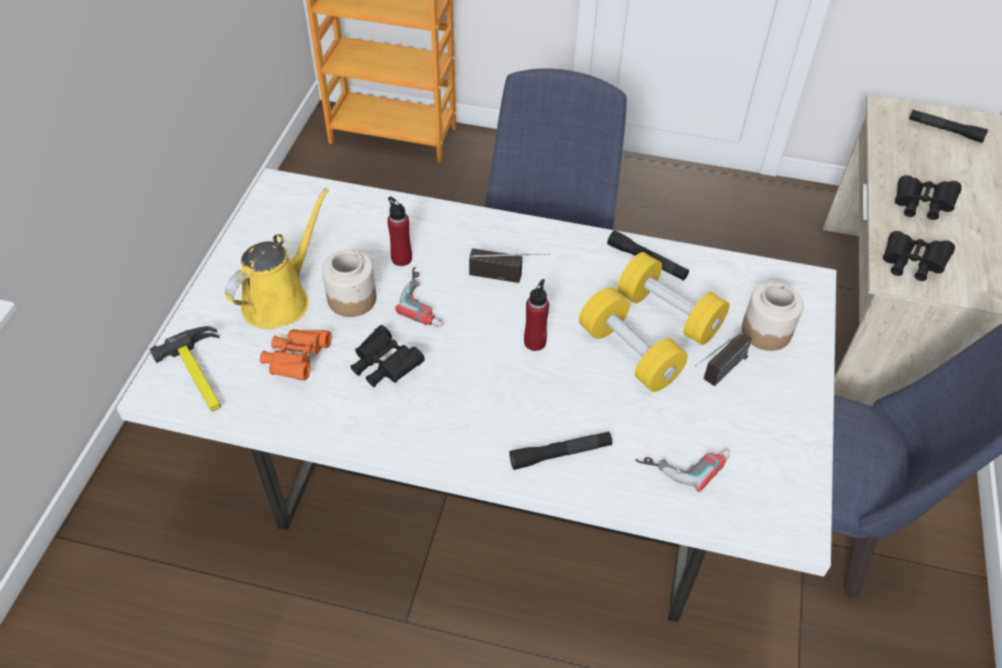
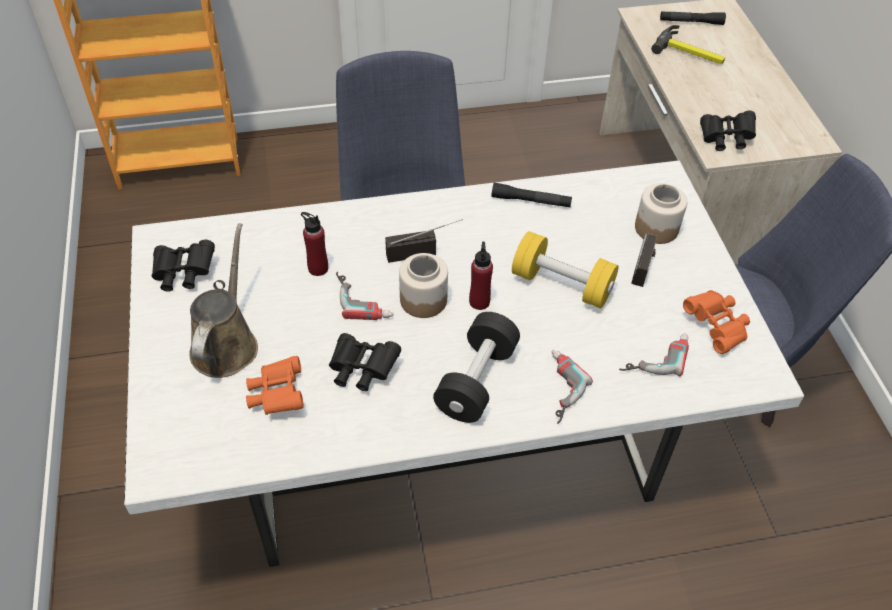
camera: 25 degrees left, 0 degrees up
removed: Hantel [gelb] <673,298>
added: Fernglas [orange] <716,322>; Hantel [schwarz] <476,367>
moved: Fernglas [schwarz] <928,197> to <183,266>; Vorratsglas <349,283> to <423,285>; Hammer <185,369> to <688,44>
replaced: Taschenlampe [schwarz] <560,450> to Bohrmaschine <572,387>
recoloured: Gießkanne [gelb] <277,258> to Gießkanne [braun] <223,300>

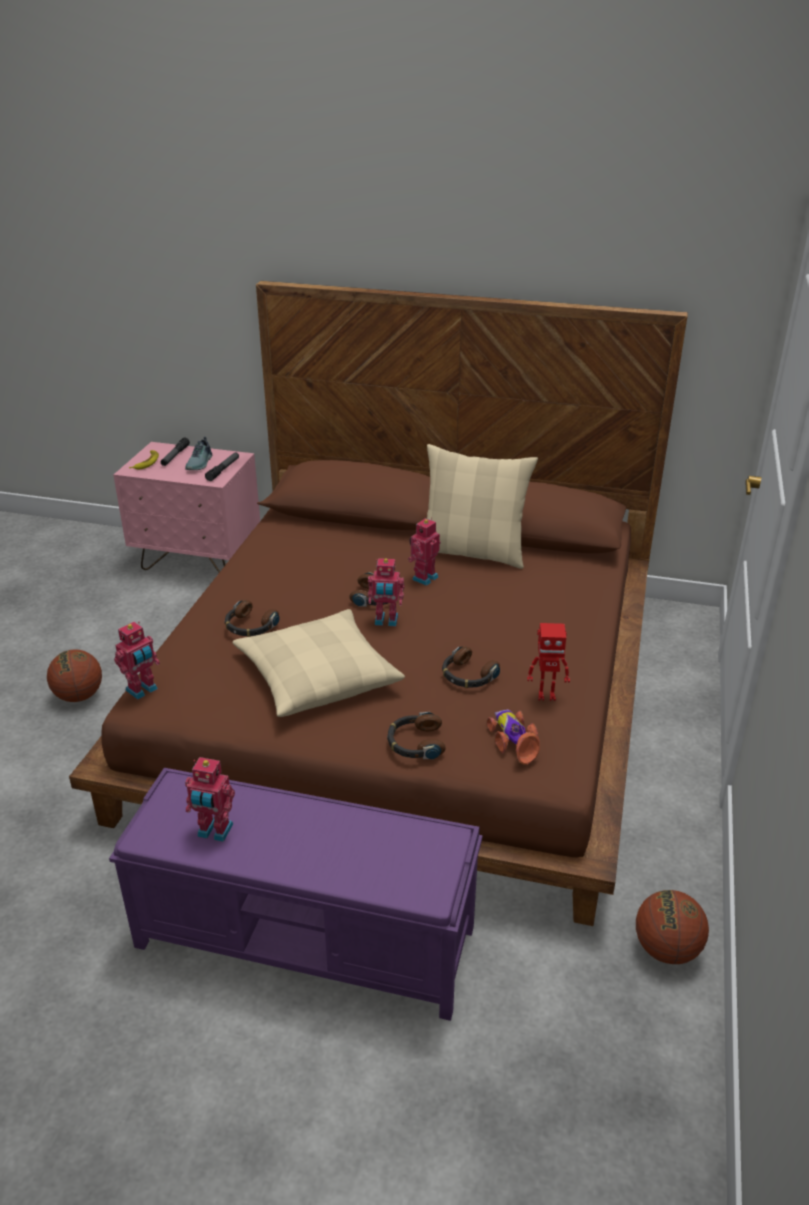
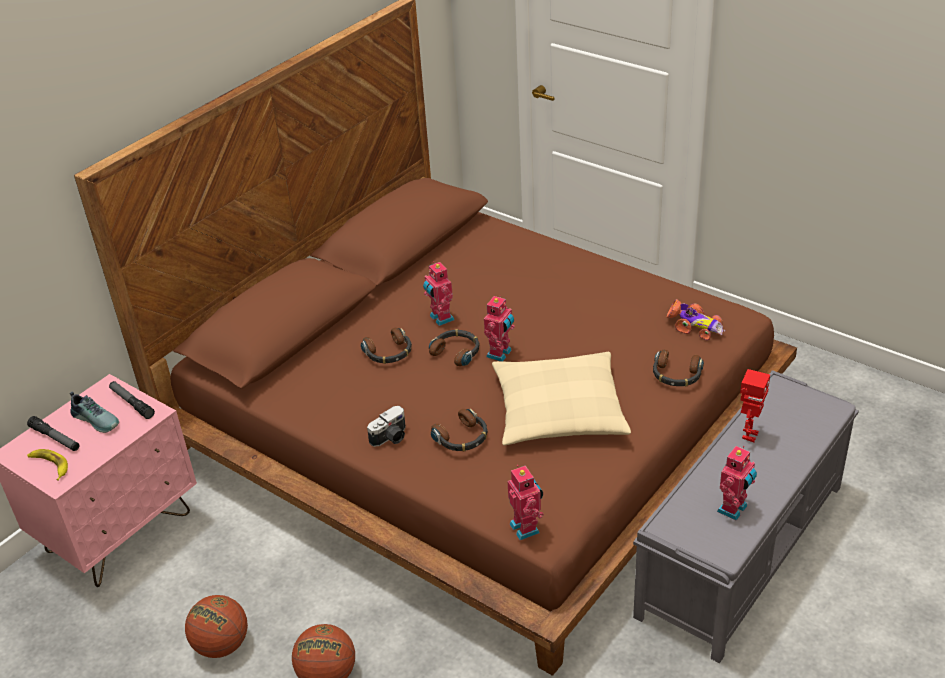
camera: 65 degrees left, 5 degrees up
removed: Kissen [beige] <482,506>
added: Kamera <386,426>
moved: Spielzeugroboter <548,662> to <755,405>; Kopfhörer <471,667> to <386,346>; Basketball <672,927> to <216,626>
recoloured: Bank [lila] <295,894> to Bank [grau] <746,516>
turned: Spielzeugauto <513,737> = <695,319> 150 degrees counterclockwise

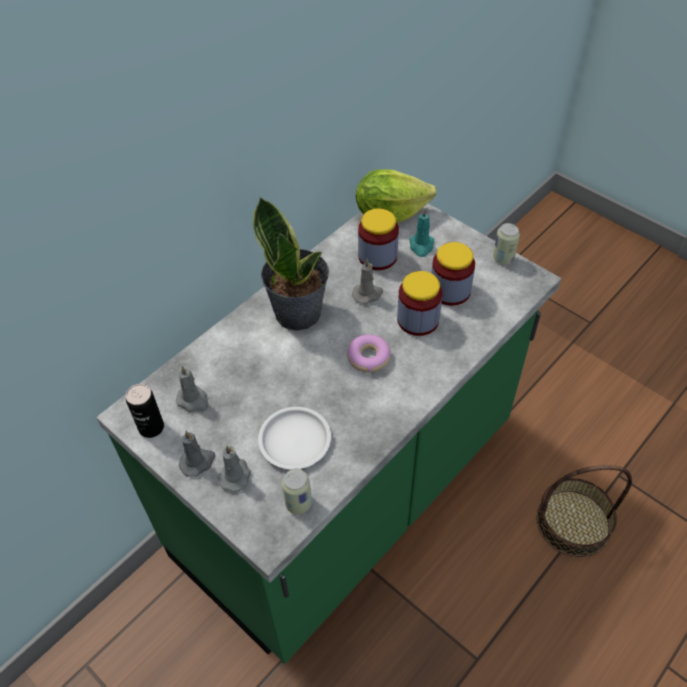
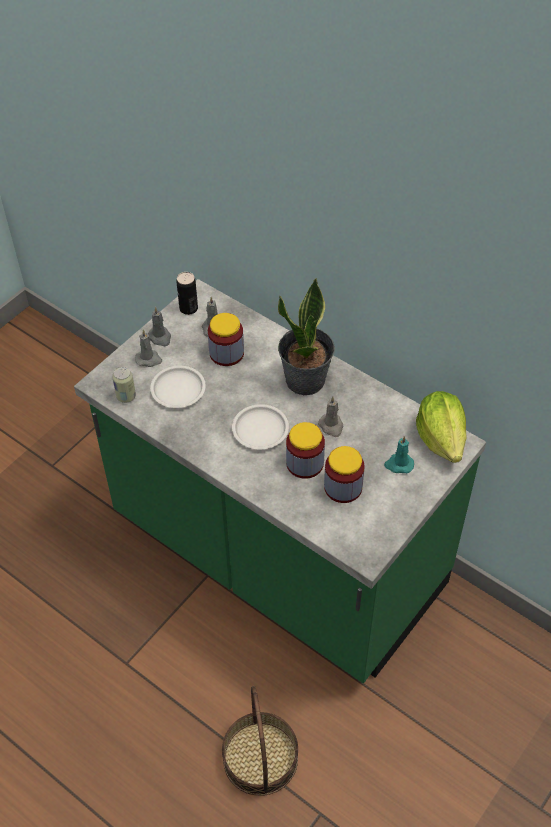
camera: 85 degrees right, 0 degrees up
removed: Dose <506,244>
moved: Vorratsglas <378,239> to <226,339>
replaced: Donut <369,353> to Teller [weiß] <260,426>

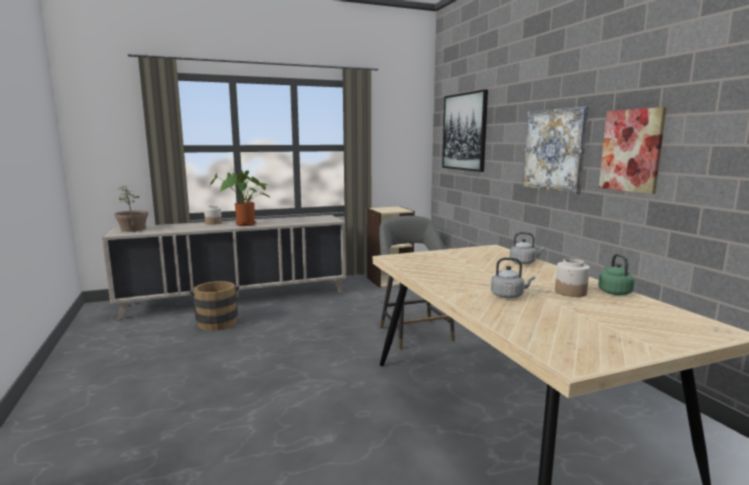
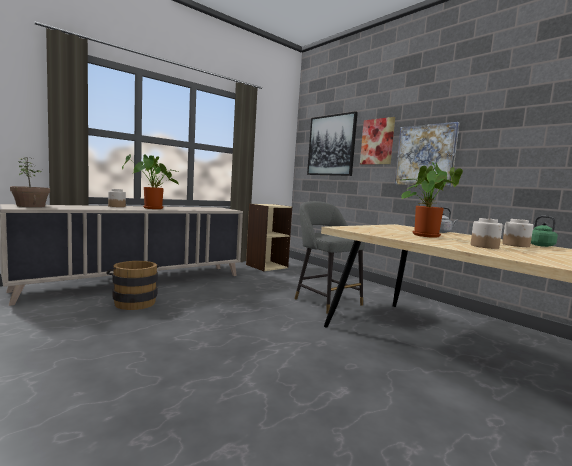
camera: 20 degrees left, 5 degrees down
added: Topfpflanze <431,200>
moved: Bild <633,150> to <377,140>
replaced: Wasserkessel [grau] <513,277> to Vorratsglas <487,233>

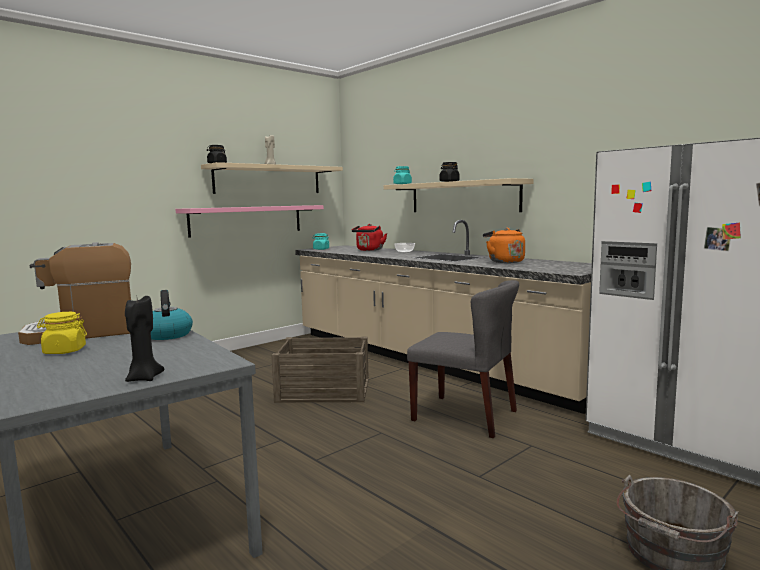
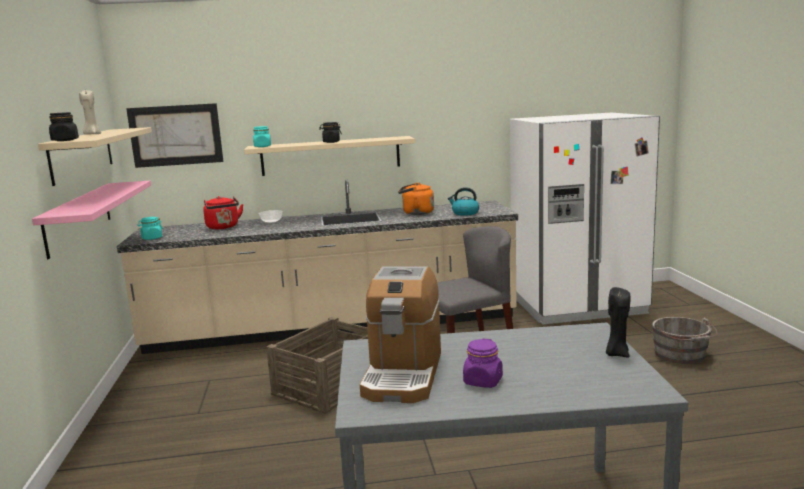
camera: 55 degrees left, 5 degrees up
added: Bild <175,135>
moved: Wasserkessel <172,315> to <463,201>
recoloured: Vorratsglas [gelb] <62,333> to Vorratsglas [lila] <483,363>

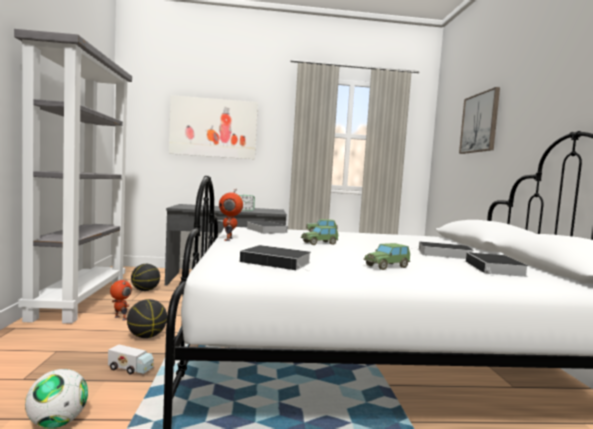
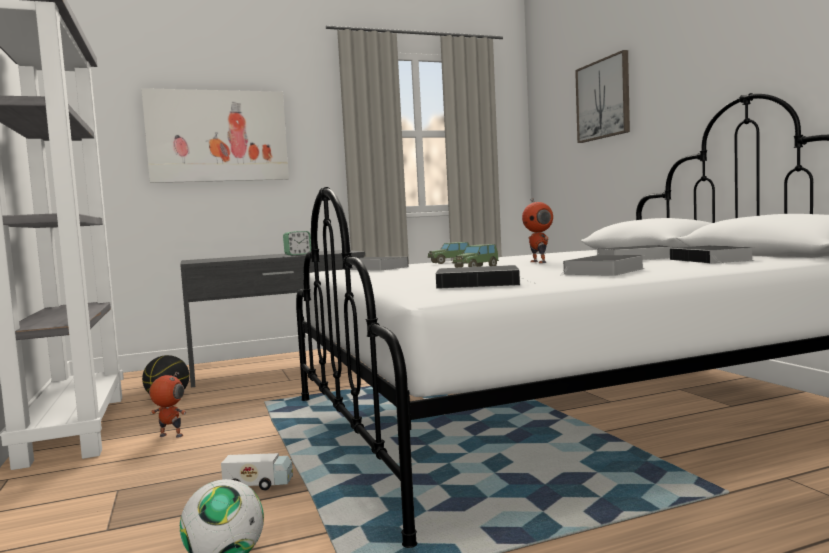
camera: 15 degrees left, 0 degrees up
removed: Basketball <147,318>
moved: Spielzeugroboter <231,215> to <537,231>
replaced: Spielzeugauto <386,256> to Buch <602,265>

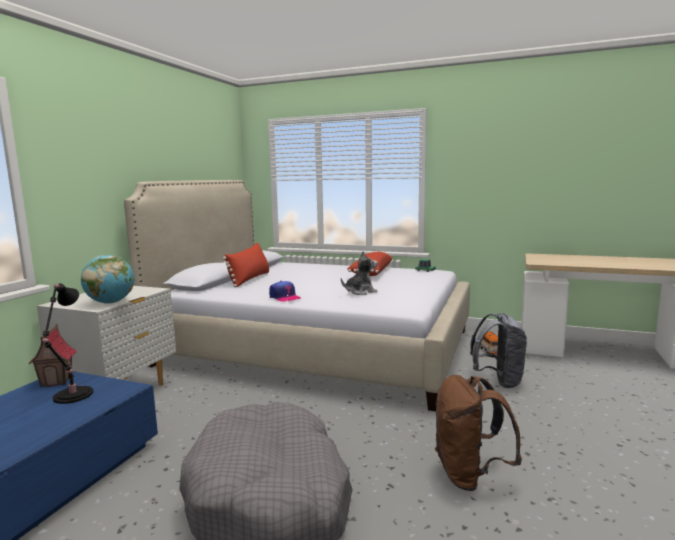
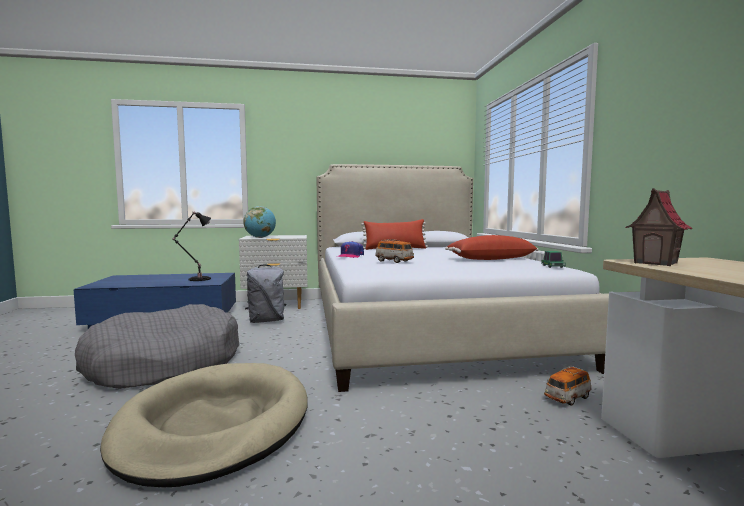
camera: 60 degrees right, 5 degrees down
moved: Rucksack [grau] <498,350> to <265,293>; Spielzeughaus <52,355> to <659,227>
replaced: Plüschtier <359,273> to Spielzeugauto <394,251>; Rucksack [braun] <478,433> to Hundebett [beige] <204,425>

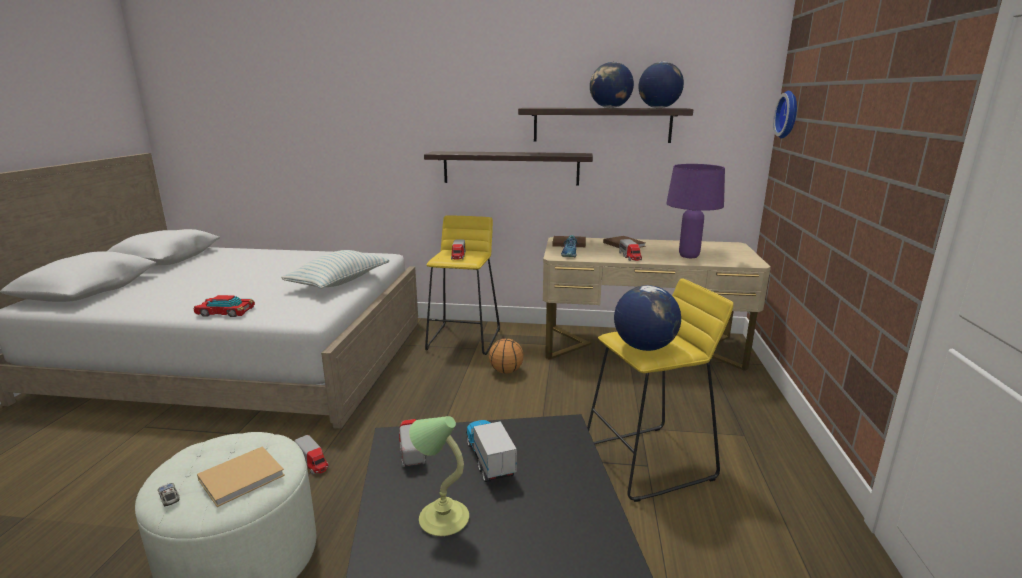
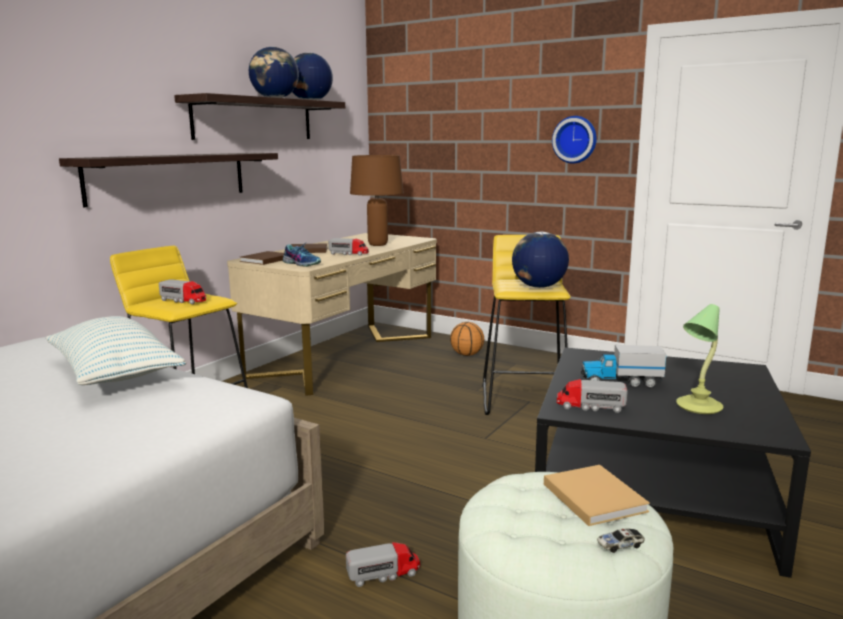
camera: 65 degrees left, 5 degrees down
removed: Spielzeugauto <224,306>
moved: Wanduhr <785,115> to <574,140>; Basketball <506,356> to <467,339>
recoloured: Tischlampe [lila] <695,211> to Tischlampe [braun] <377,200>

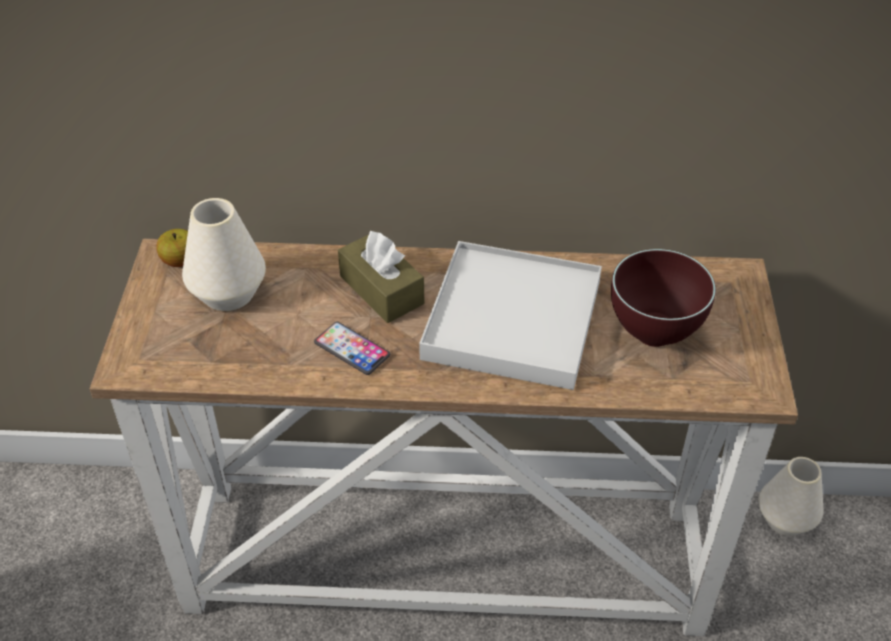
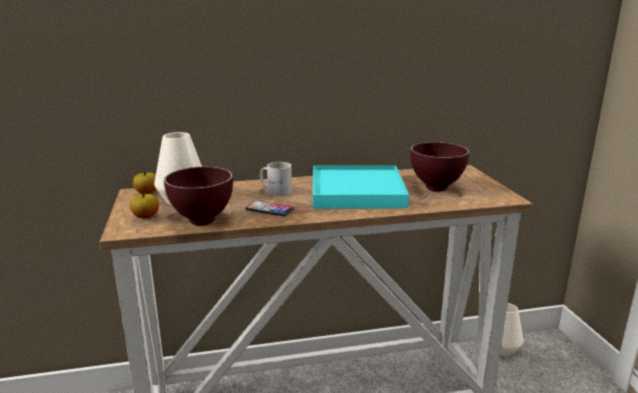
camera: 15 degrees left, 25 degrees down
added: Schüssel [braun] <198,196>; Apfel <144,205>
replaced: Taschentuchbox [braun] <381,276> to Henkelbecher [weiß] <276,179>
recoloured: Tablett [weiß] <510,315> to Tablett [türkis] <361,187>

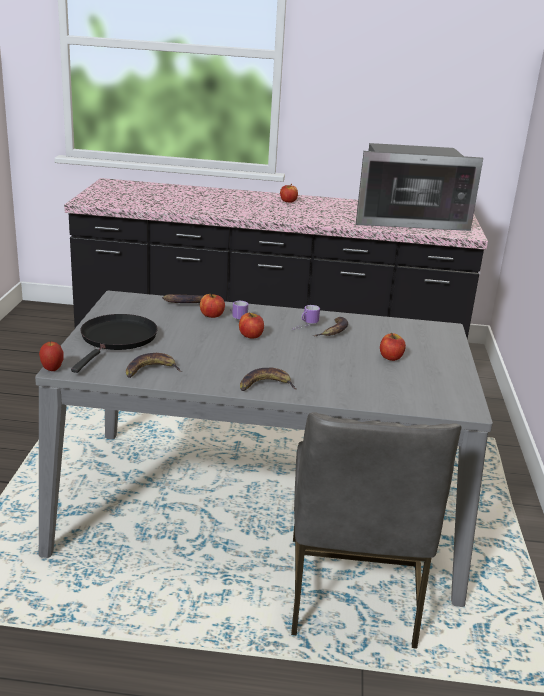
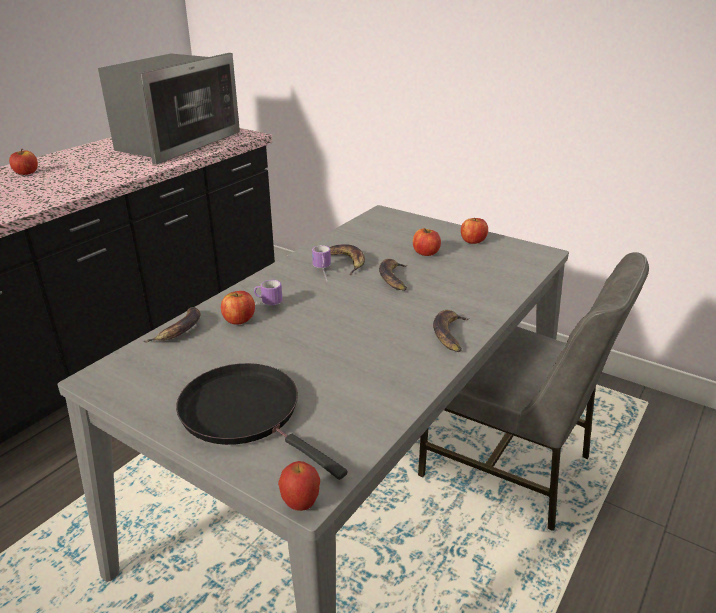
camera: 60 degrees left, 5 degrees up
moved: Apfel <251,325> to <474,231>; Banane <154,365> to <393,275>

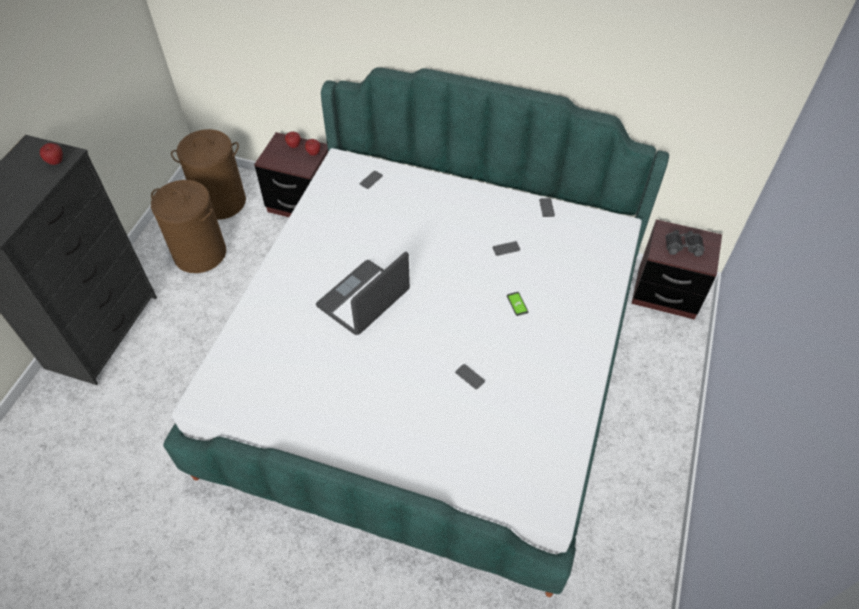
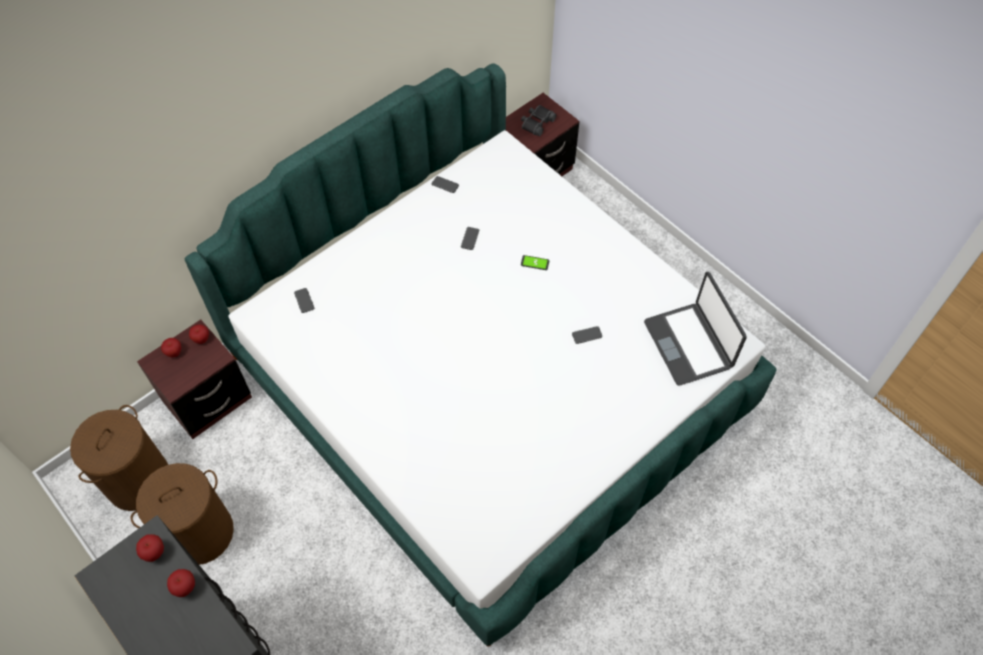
camera: 60 degrees left, 5 degrees up
added: Apfel <181,583>
moved: Laptop <363,293> to <695,329>

